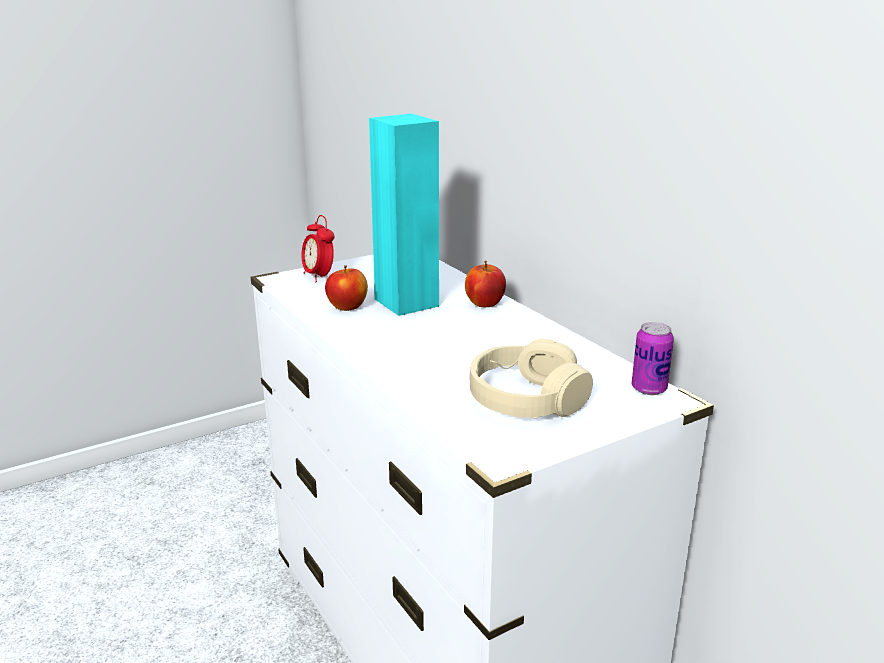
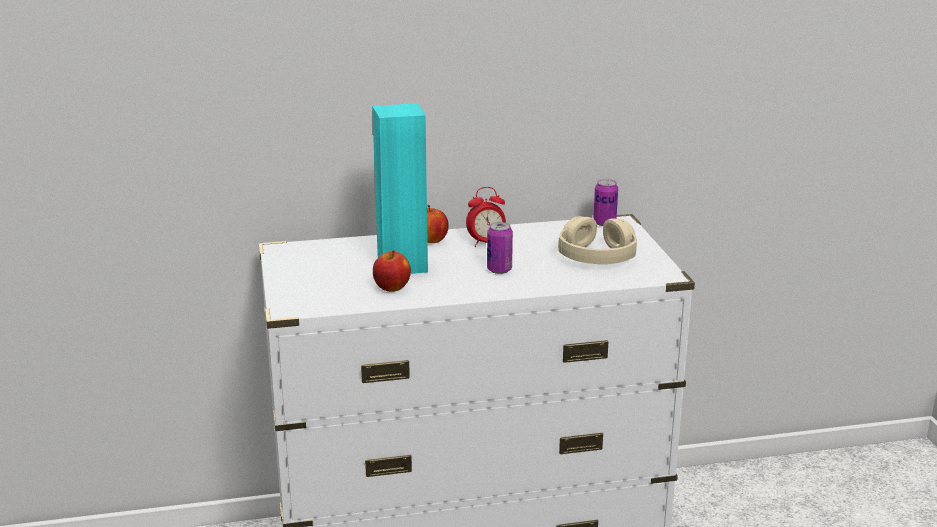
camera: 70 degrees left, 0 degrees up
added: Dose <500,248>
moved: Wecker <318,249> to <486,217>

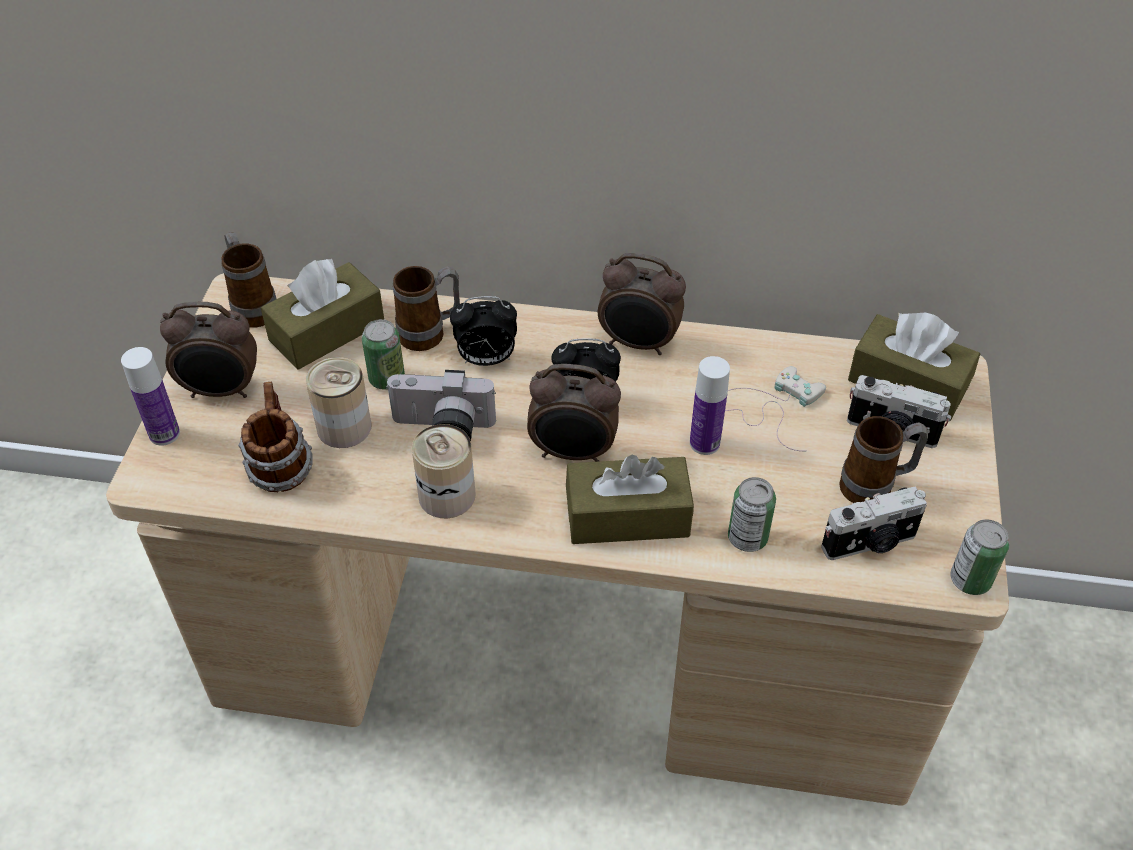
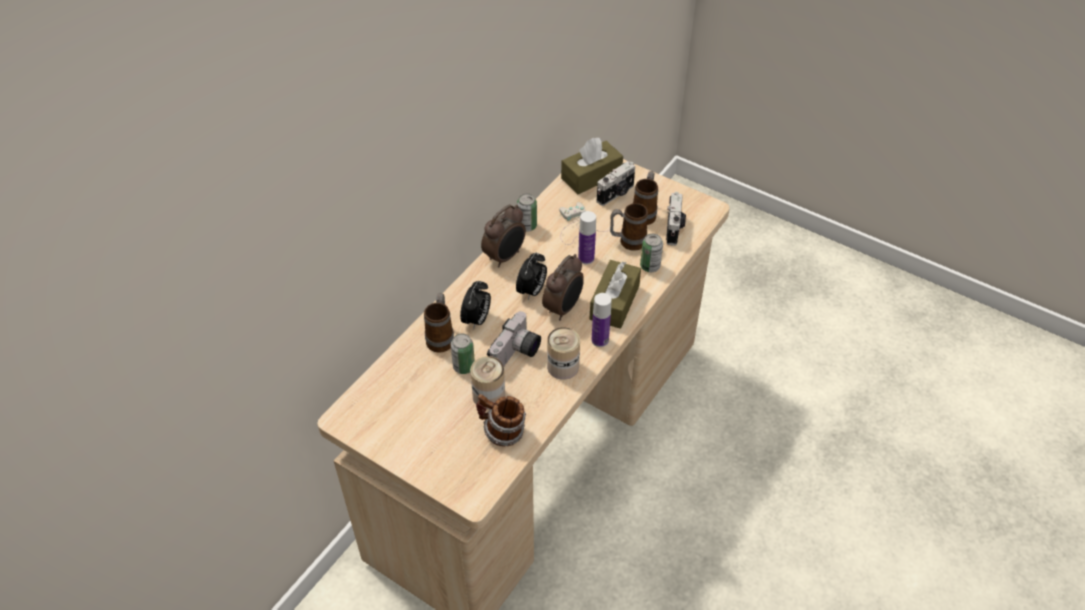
camera: 65 degrees left, 0 degrees up
removed: Taschentuchbox [braun] <322,314>; Wecker <208,350>
moved: Henkelbecher <248,280> to <629,227>; Flasche <150,396> to <602,320>; Dose <980,557> to <527,213>

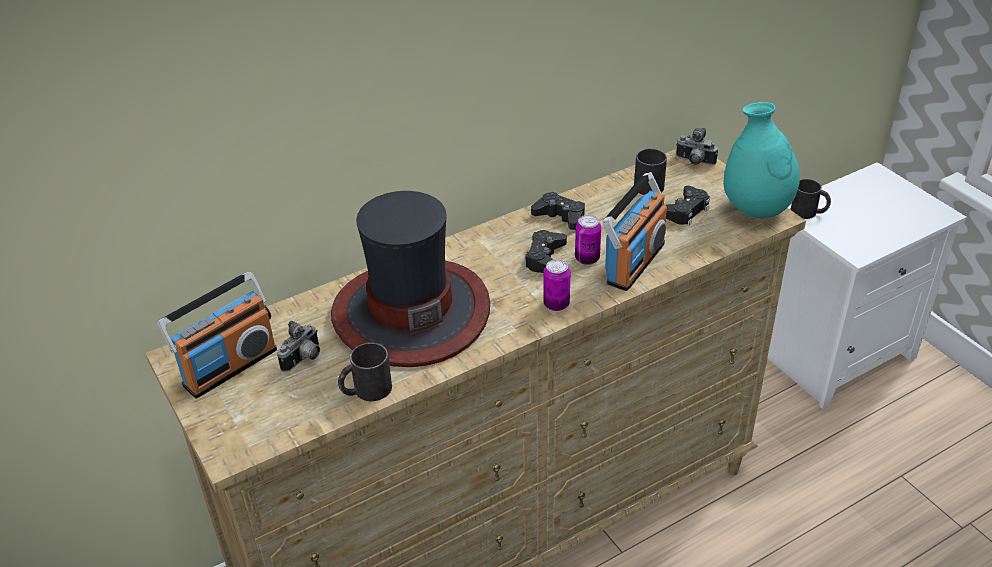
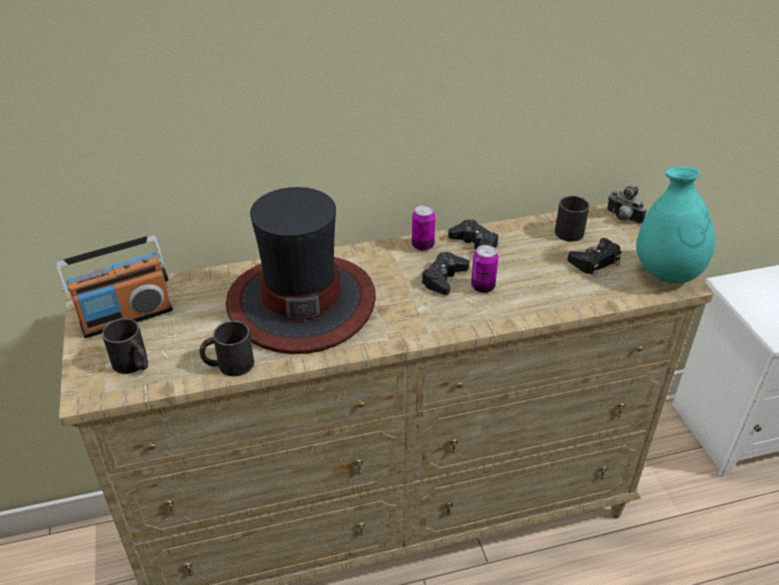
camera: 15 degrees right, 0 degrees up
removed: Radio <635,231>; Kamera <298,346>
moved: Henkelbecher [schwarz] <810,199> to <125,346>; Dose <557,285> to <424,228>

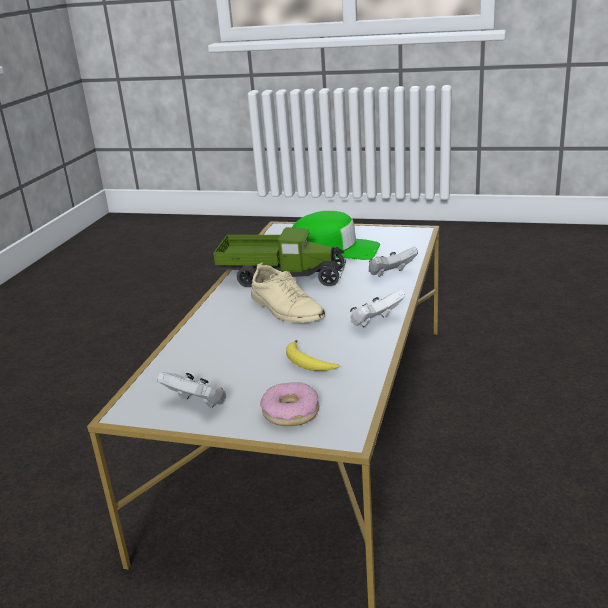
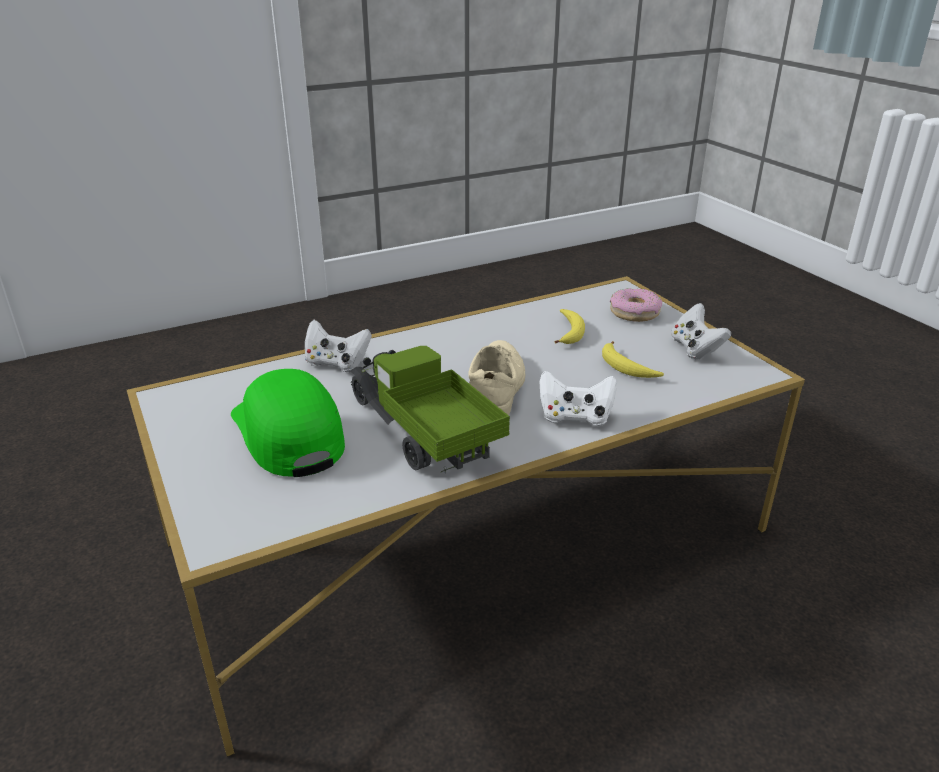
camera: 135 degrees left, 5 degrees up
added: Banane <633,359>
moved: Gamepad [weiß] <377,308> to <578,398>

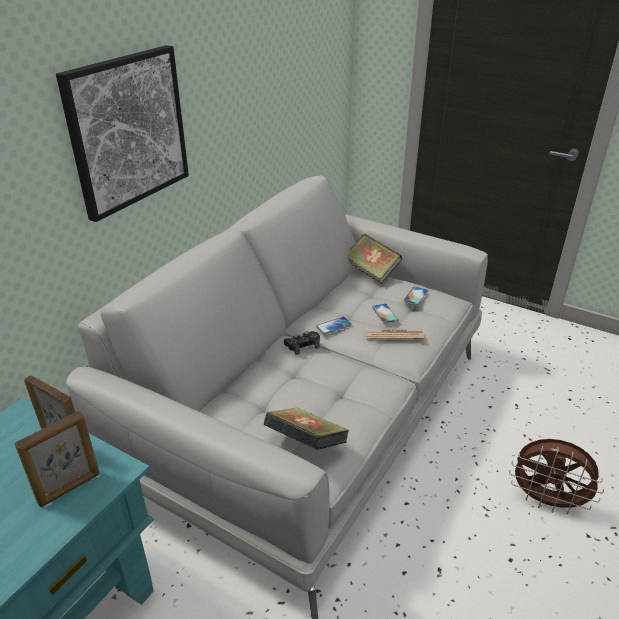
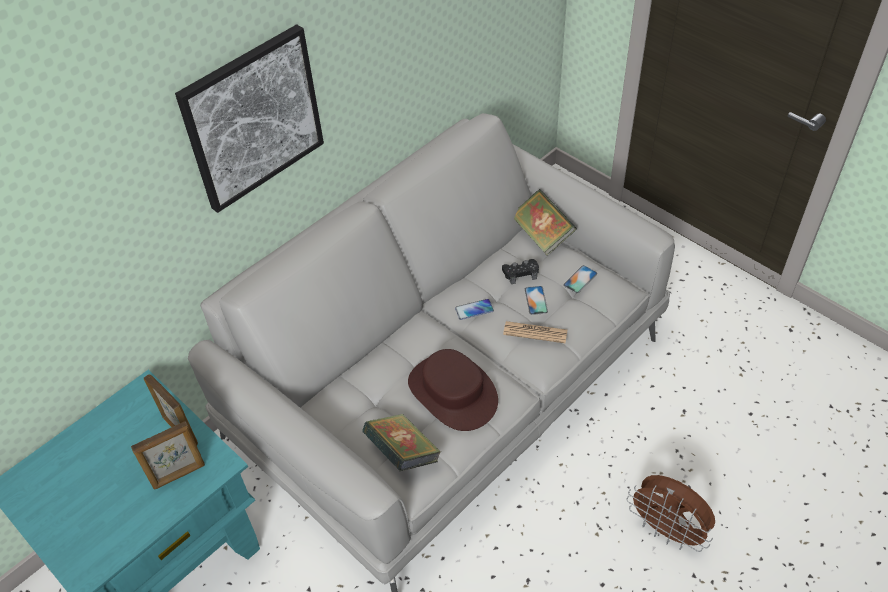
camera: 15 degrees right, 15 degrees up
added: Hut [braun] <453,390>
moved: Gamepad [schwarz] <302,343> to <520,271>

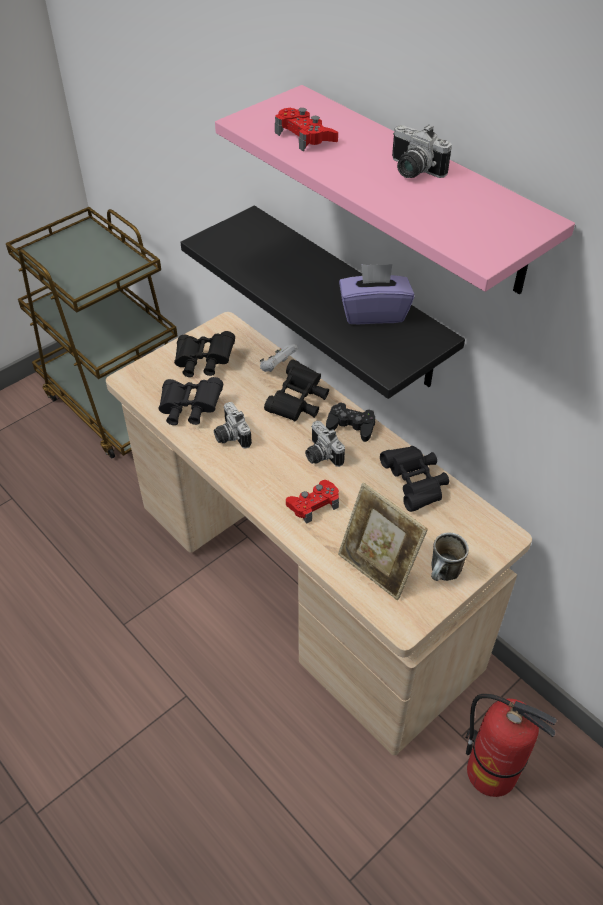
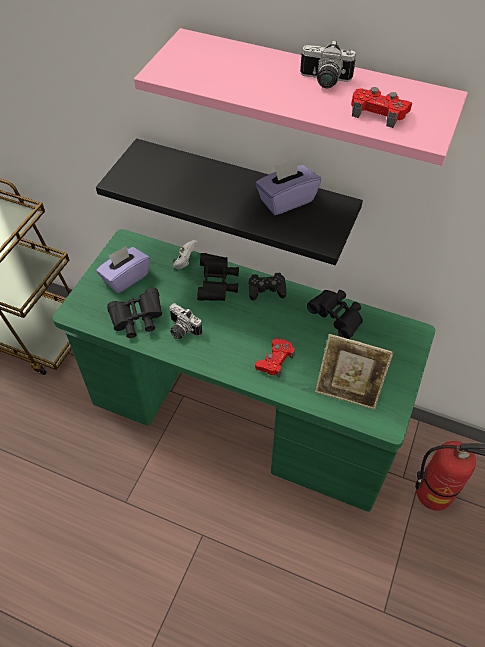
camera: 25 degrees left, 5 degrees up
removed: Kamera <325,444>; Henkelbecher <450,556>
moved: Gamepad [rot] <306,130> to <381,107>
replaced: Fernglas [schwarz] <204,354> to Taschentuchbox [lila] <123,269>
recoloured: Schreibtisch [beige] <319,533> to Schreibtisch [grün] <244,370>

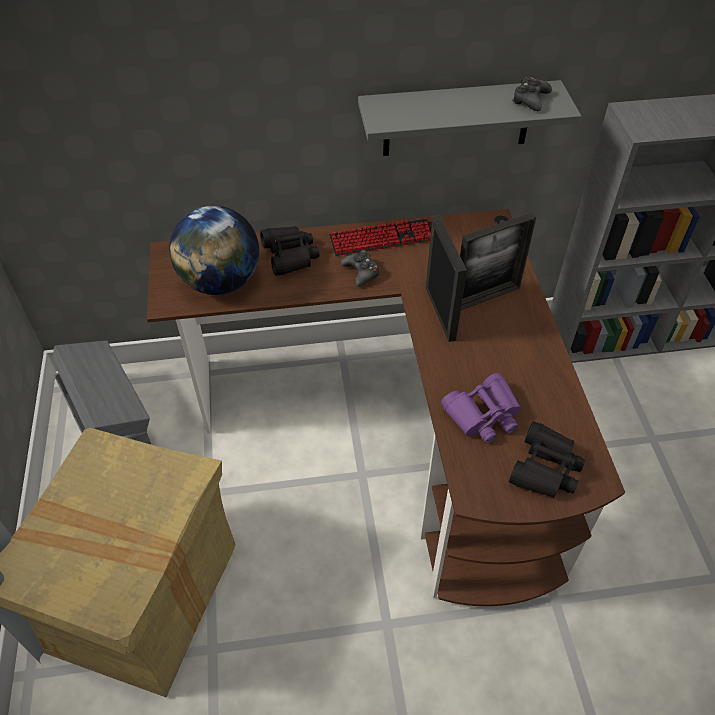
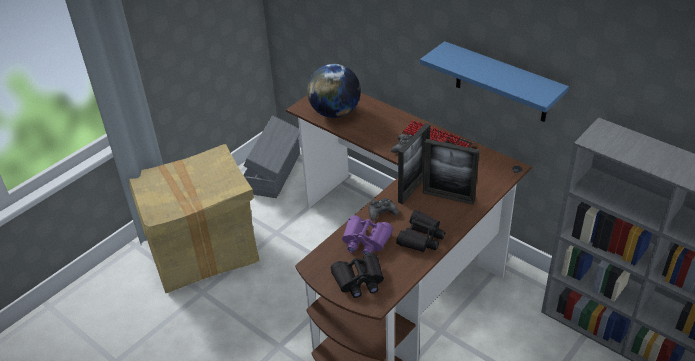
camera: 50 degrees right, 10 degrees down
moved: Gamepad [schwarz] <532,94> to <384,209>; Fernglas [schwarz] <290,251> to <421,231>
recoloured: Wandregal [grau] <469,118> to Wandregal [blau] <494,81>

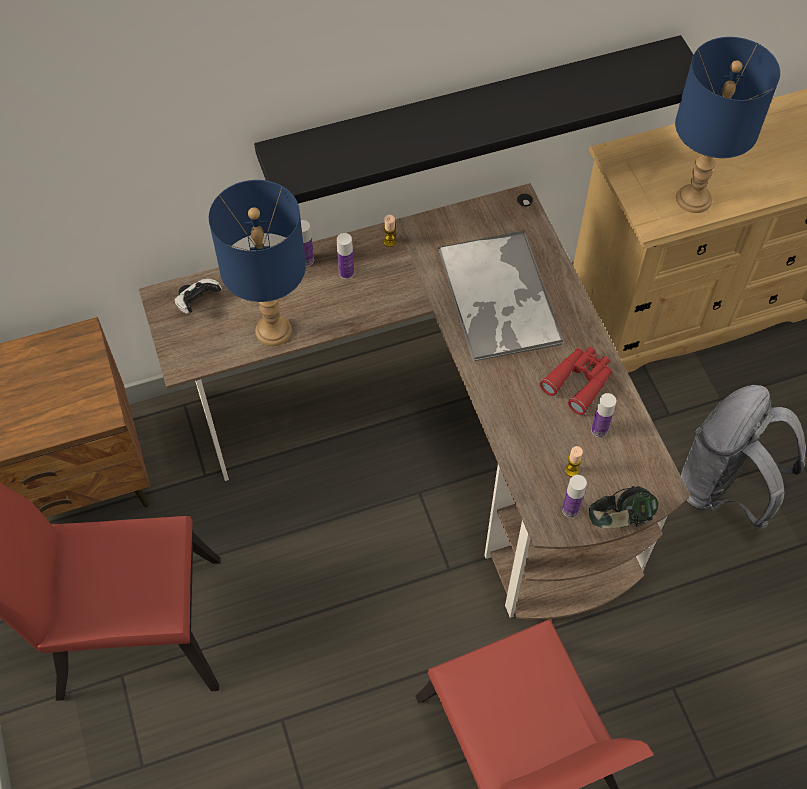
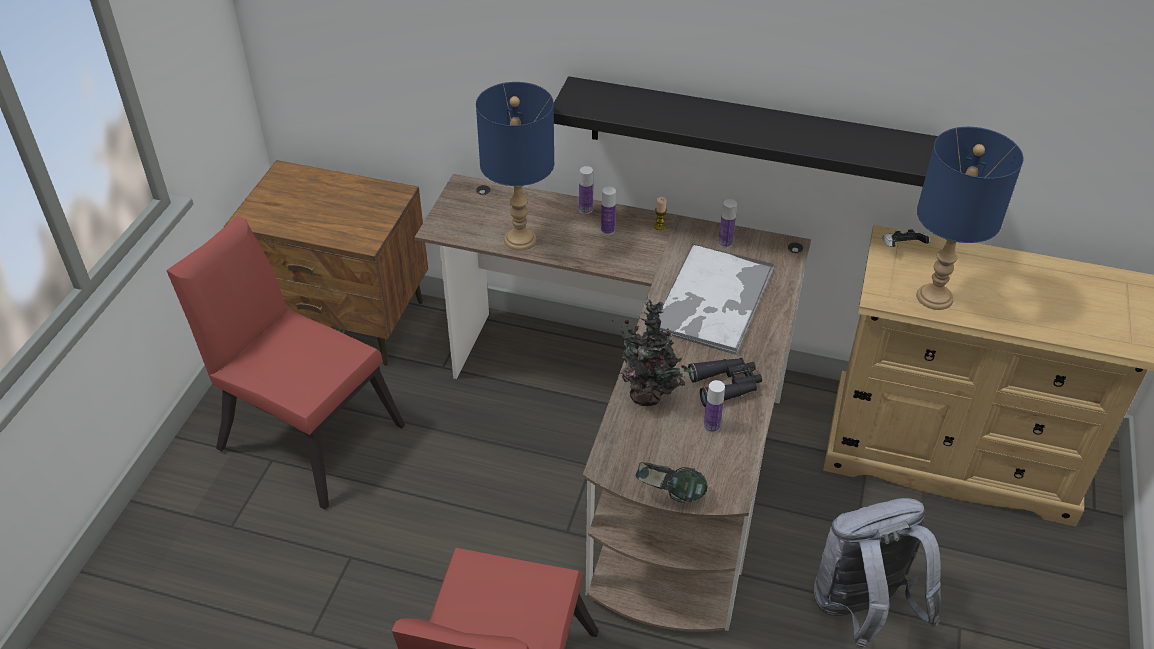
camera: 35 degrees right, 15 degrees down
removed: Kerze <574,461>
added: Topfpflanze <653,352>
moved: Gamepad <198,296> to <906,238>; Flasche <574,496> to <727,223>
recoloured: Fernglas [rot] <576,381> to Fernglas [schwarz] <725,382>

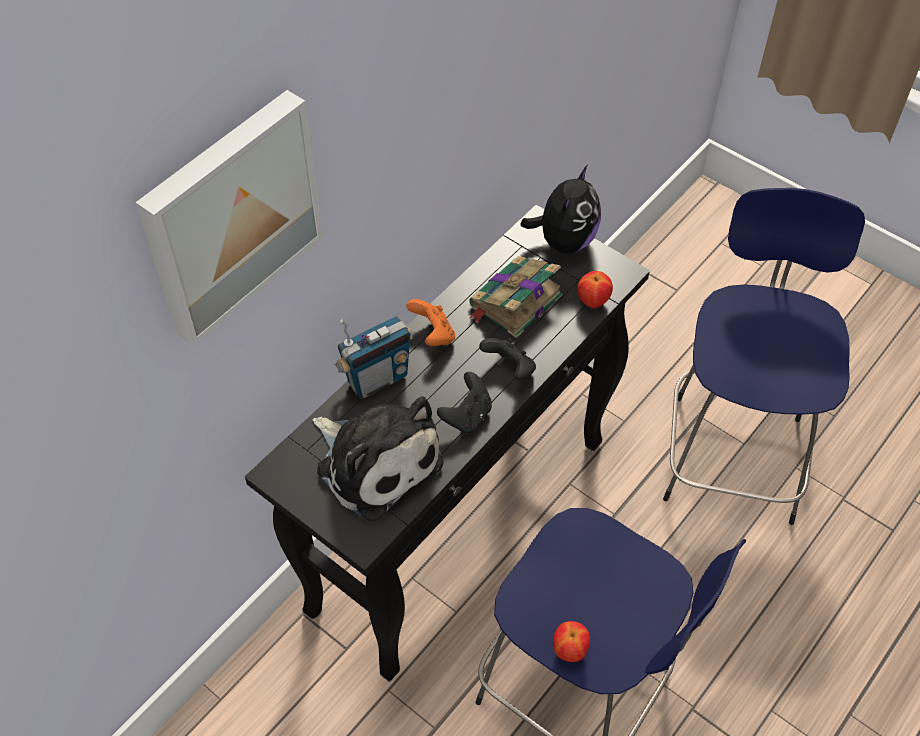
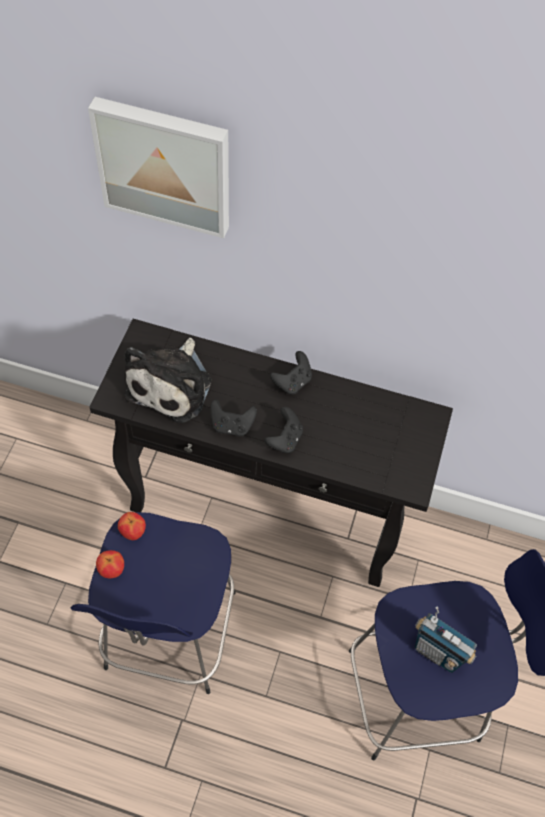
camera: 65 degrees right, 5 degrees up
removed: Plüschtier <560,210>; Buch <515,297>
moved: Apfel <595,289> to <132,526>; Radio <374,357> to <446,639>
recoloured: Gamepad [orange] <430,322> to Gamepad [schwarz] <291,373>

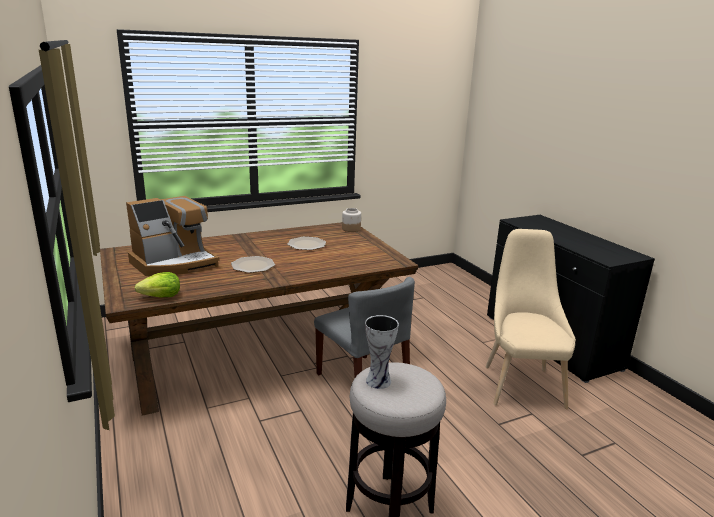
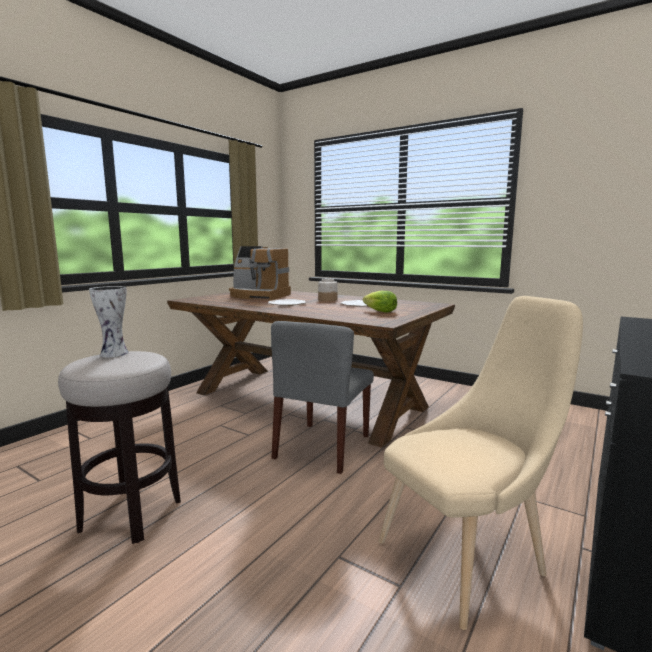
camera: 60 degrees right, 10 degrees down
moved: Vorratsglas <351,220> to <328,290>; Salatkopf <157,285> to <380,302>

